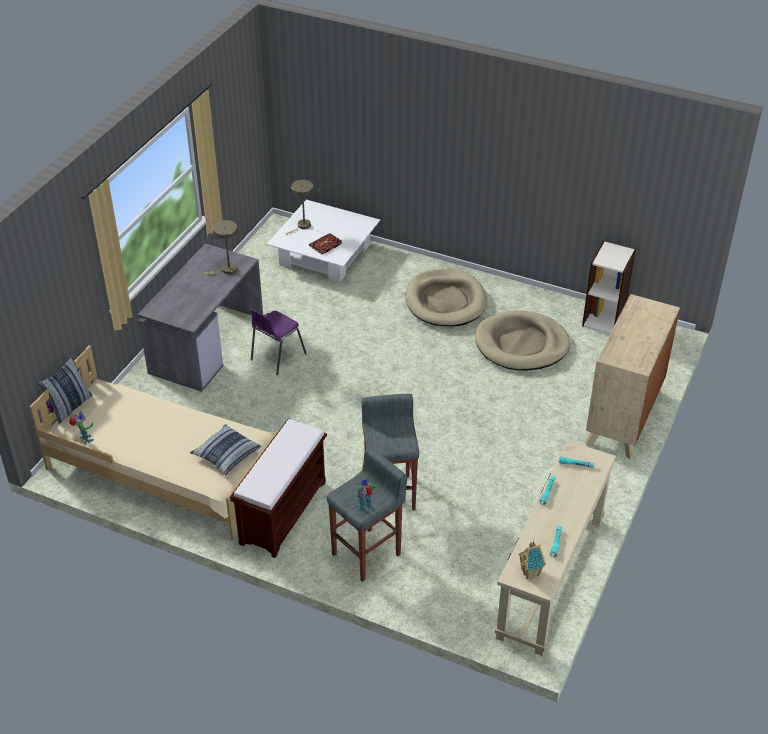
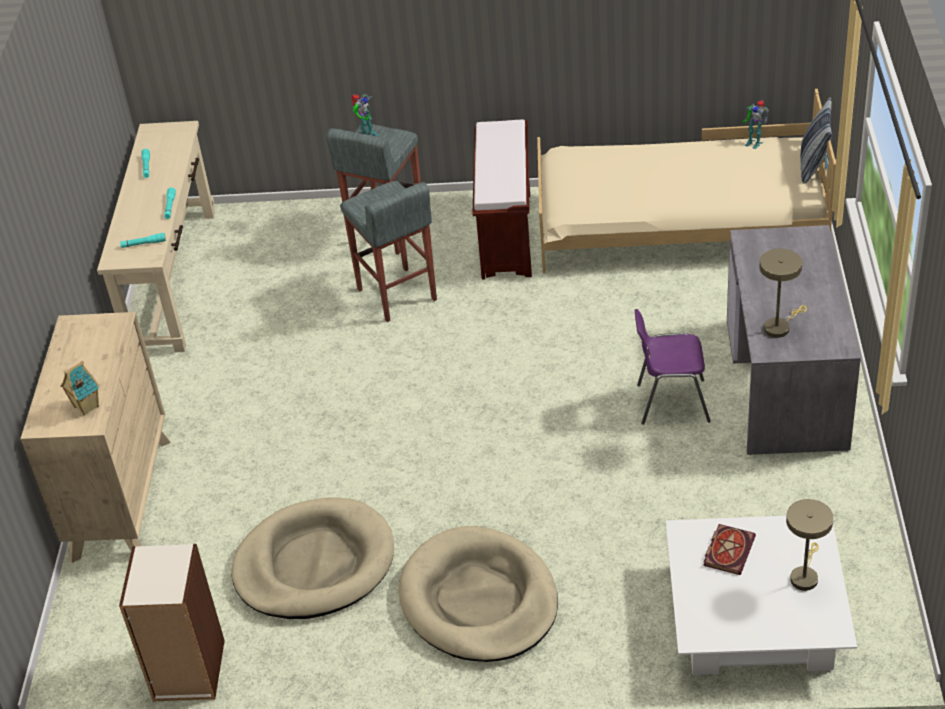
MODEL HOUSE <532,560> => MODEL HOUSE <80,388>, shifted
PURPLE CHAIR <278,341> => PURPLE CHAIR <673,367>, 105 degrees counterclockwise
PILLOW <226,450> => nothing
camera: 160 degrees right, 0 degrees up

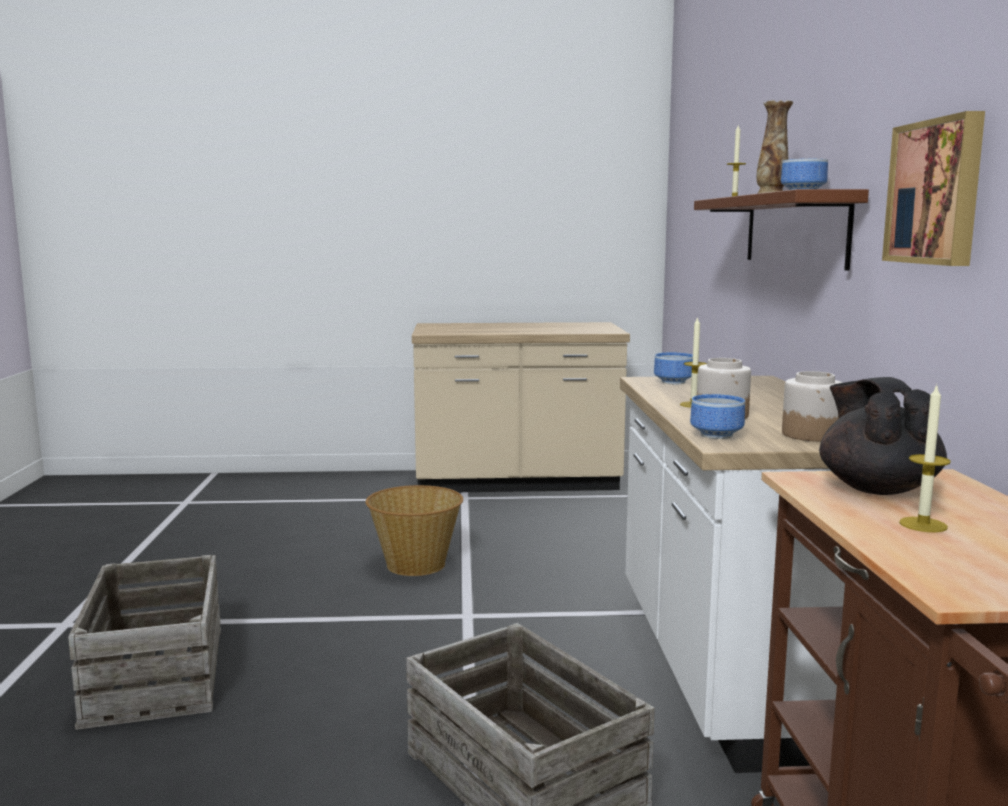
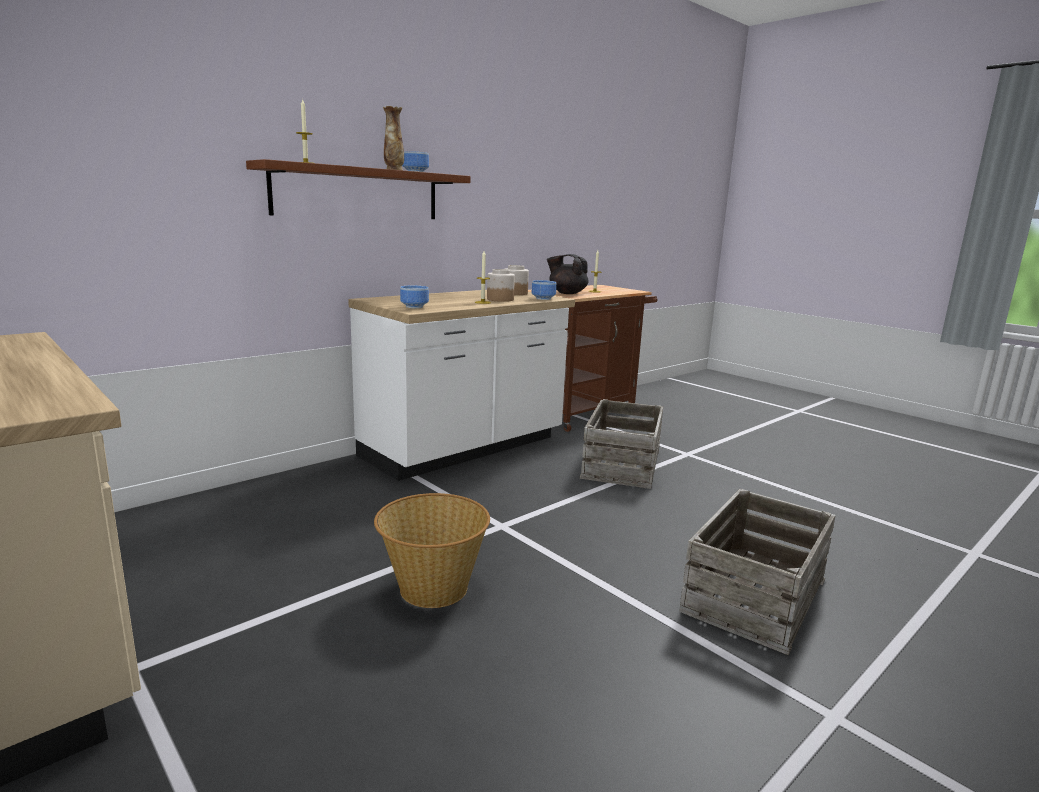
BLACKISH POT FOR TEA <883,436> => BLACKISH POT FOR TEA <568,274>, 75 degrees clockwise
WALL ART <933,188> => nothing
camera: 130 degrees left, 5 degrees up

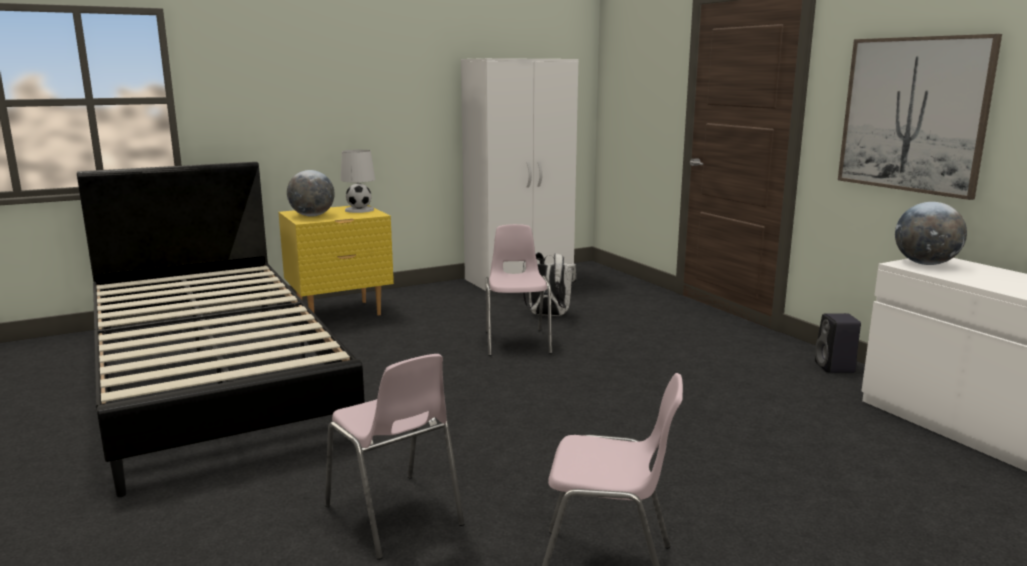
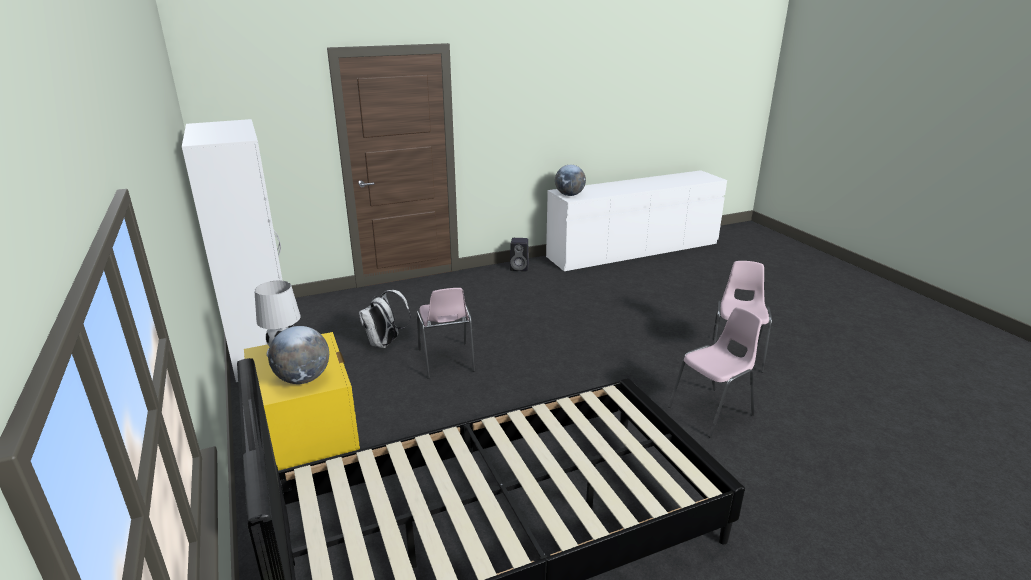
PINK CHAIR <519,290> => PINK CHAIR <446,333>, 105 degrees counterclockwise
WALL ART <920,117> => nothing
camera: 85 degrees left, 10 degrees up

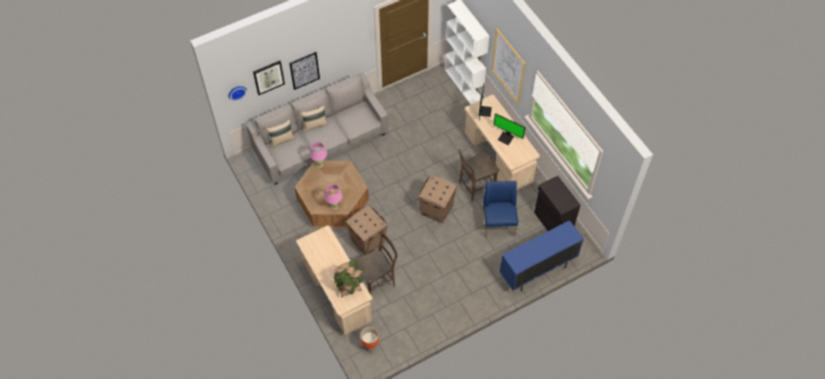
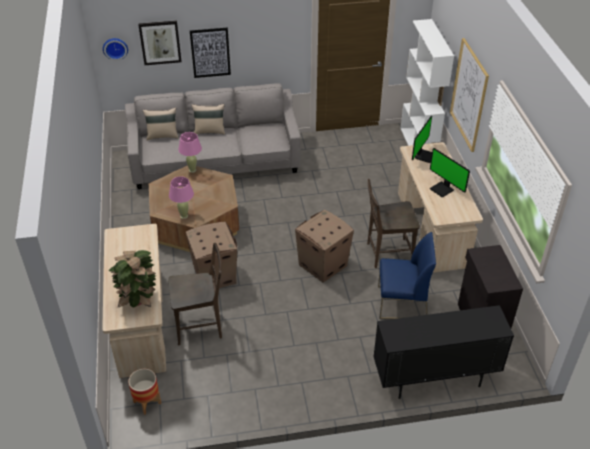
BLUISH CUPBOARD <541,256> => BLACKISH CUPBOARD <443,352>
BLUISH CHAIR <500,209> => BLUISH CHAIR <407,276>, 75 degrees clockwise
camera: 20 degrees right, 15 degrees down

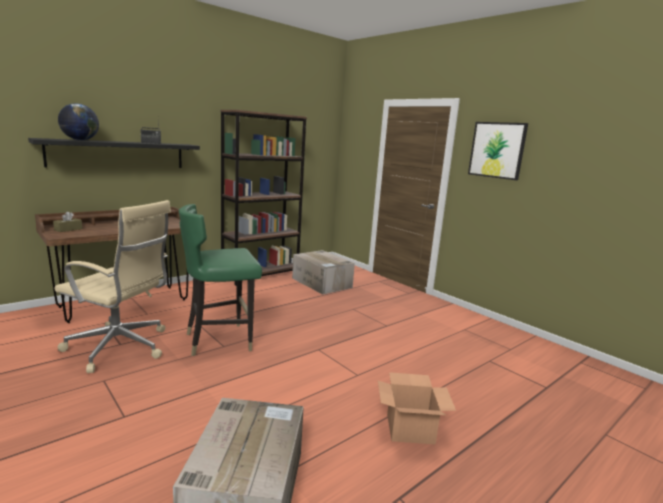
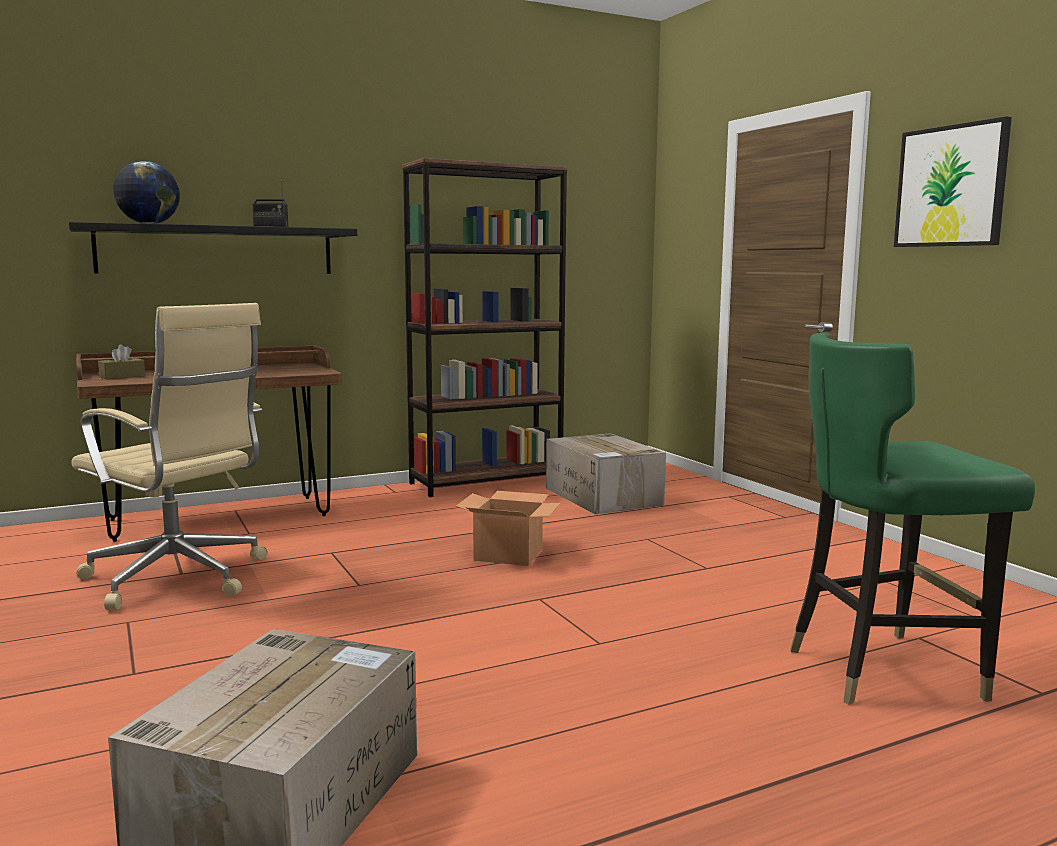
PACKING BOX <417,408> => PACKING BOX <508,528>, shifted
GREEN-COLOURED CHAIR <220,280> => GREEN-COLOURED CHAIR <912,518>, shifted
camera: 15 degrees right, 5 degrees down

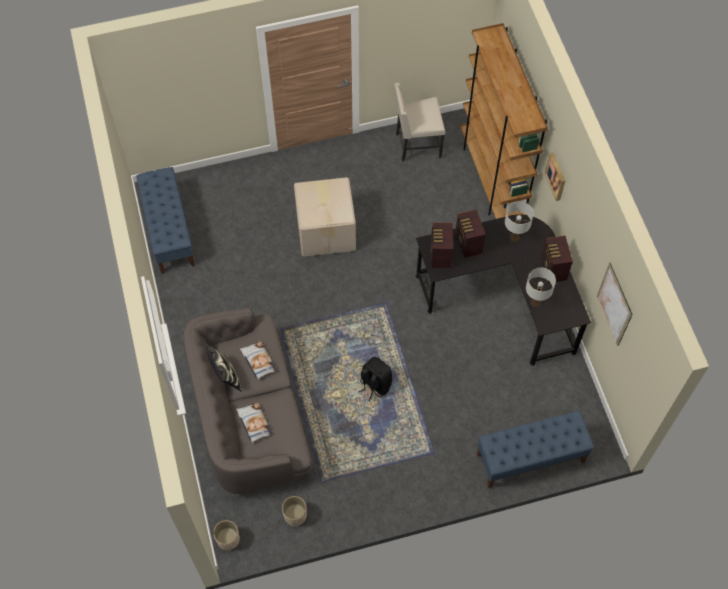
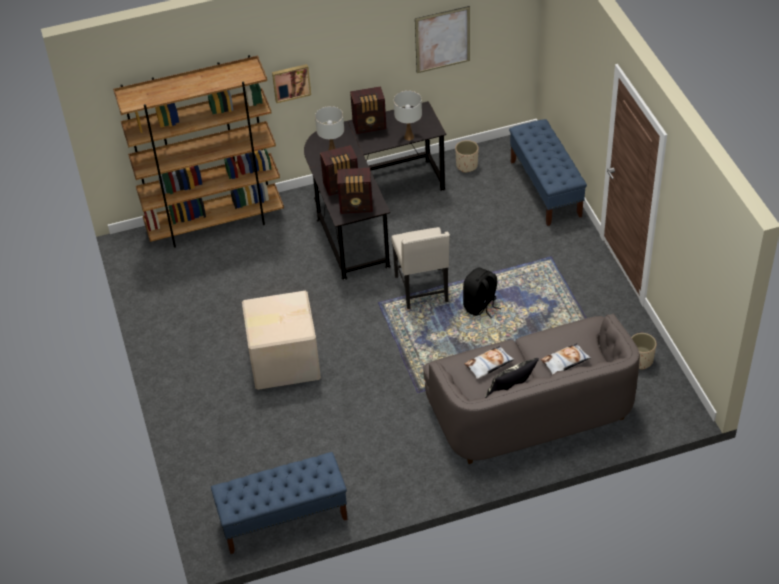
BEIGE-COLOURED CHAIR <419,122> => BEIGE-COLOURED CHAIR <420,268>, shifted
BEIGE-COLOURED PLANT POT <226,535> => BEIGE-COLOURED PLANT POT <467,156>, shifted
camera: 90 degrees left, 15 degrees down

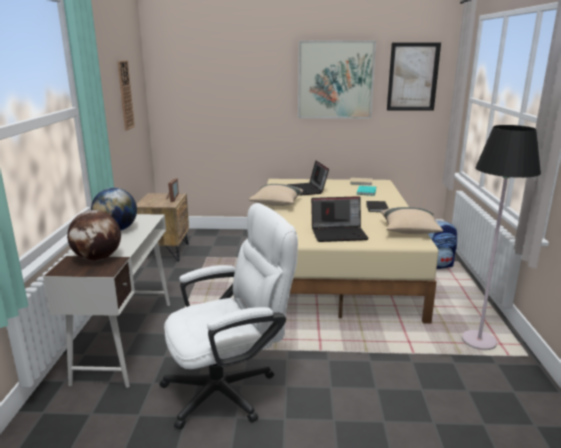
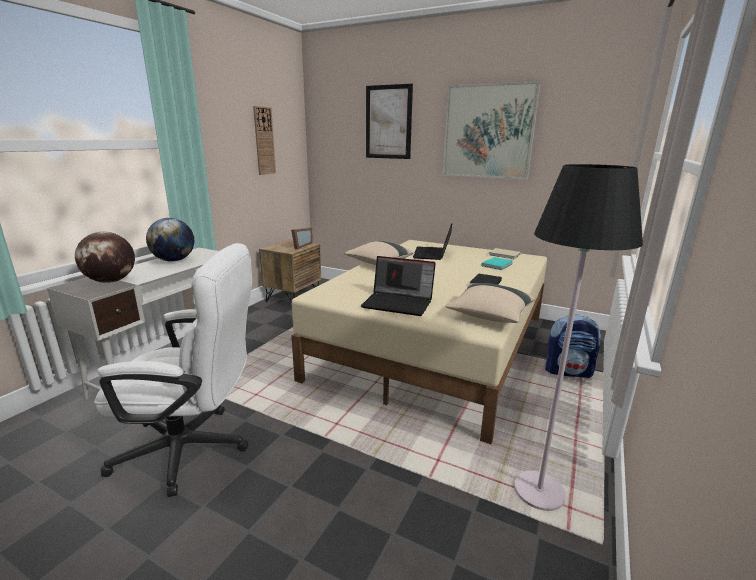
WALL ART <414,76> => WALL ART <389,121>, shifted
camera: 25 degrees right, 0 degrees up

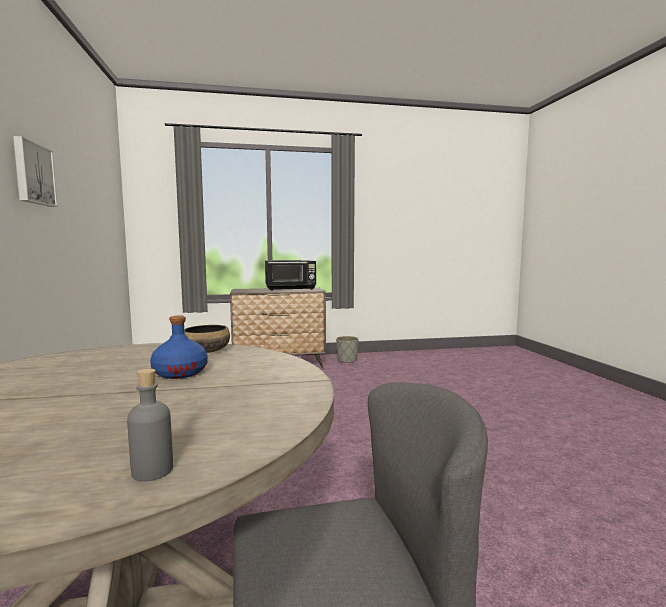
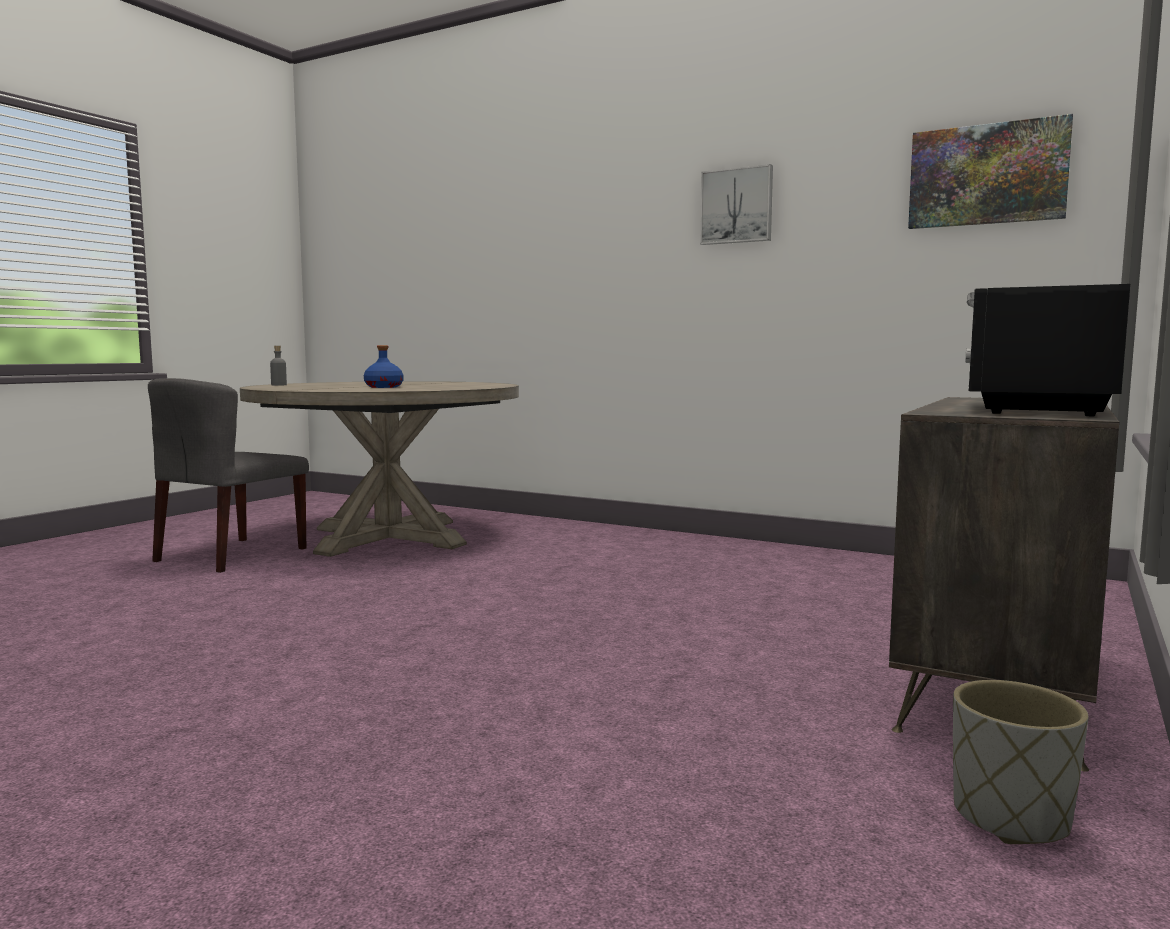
nothing => WALL ART <990,171>
BOWL <207,339> => nothing
camera: 130 degrees right, 0 degrees up

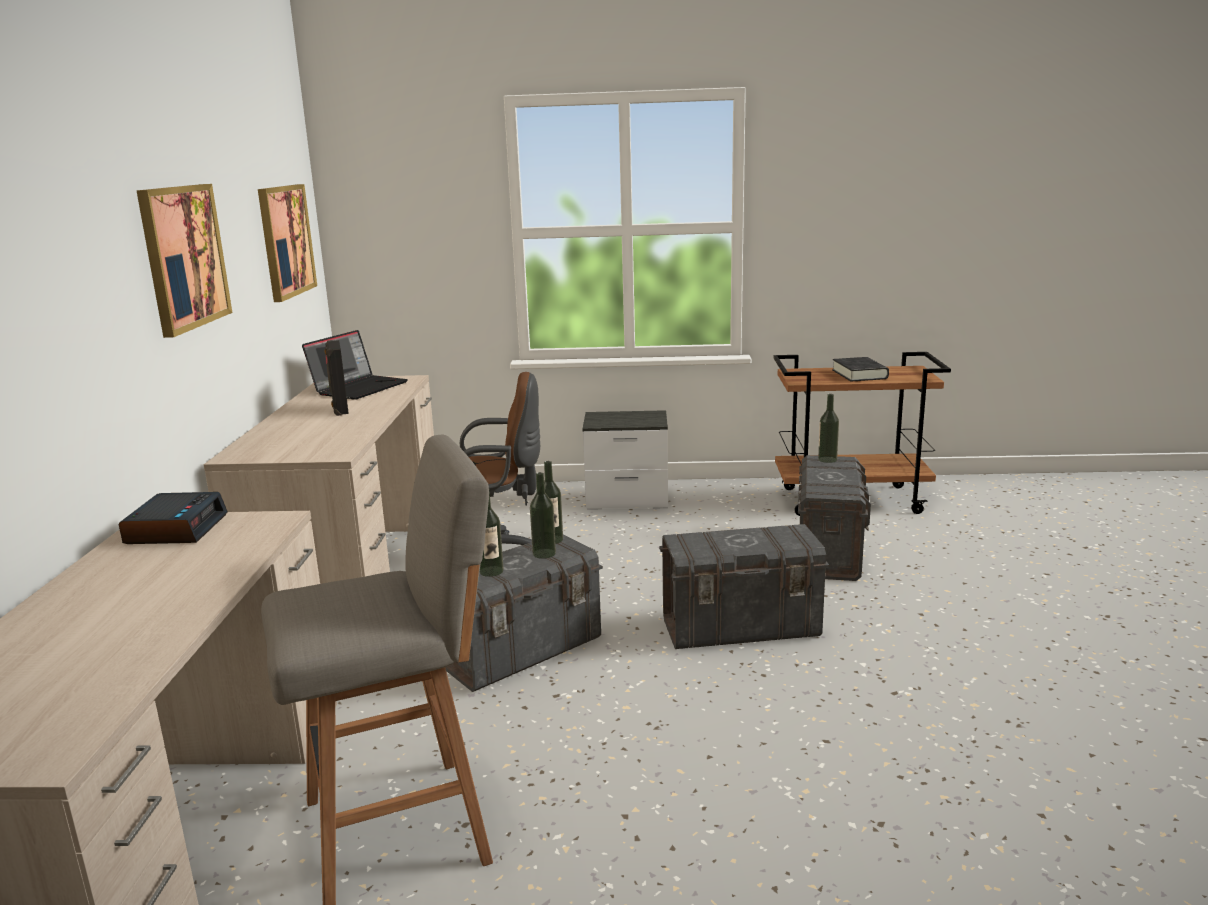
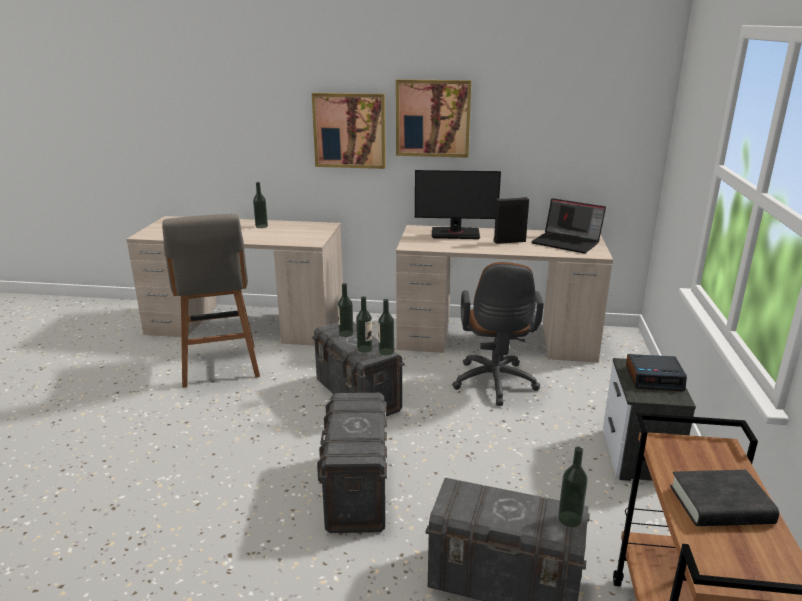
nothing => DRINK BOTTLE <260,205>
WALL ART <287,243> => WALL ART <349,131>, shifted
nothing => MONITOR <458,204>
BEDSIDE CLOCK <173,518> => BEDSIDE CLOCK <656,372>, shifted
camera: 95 degrees right, 5 degrees up

